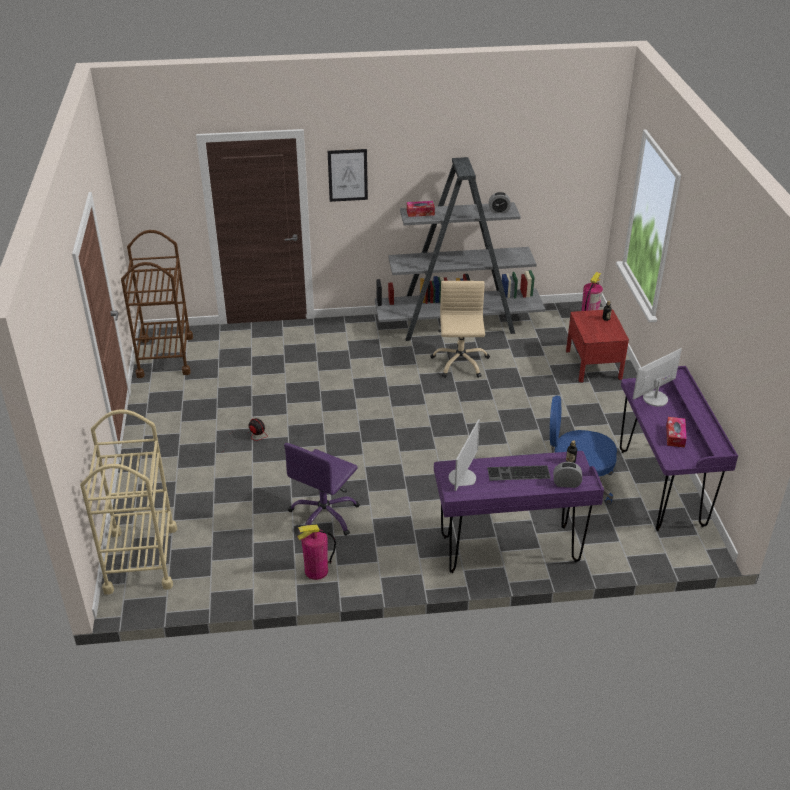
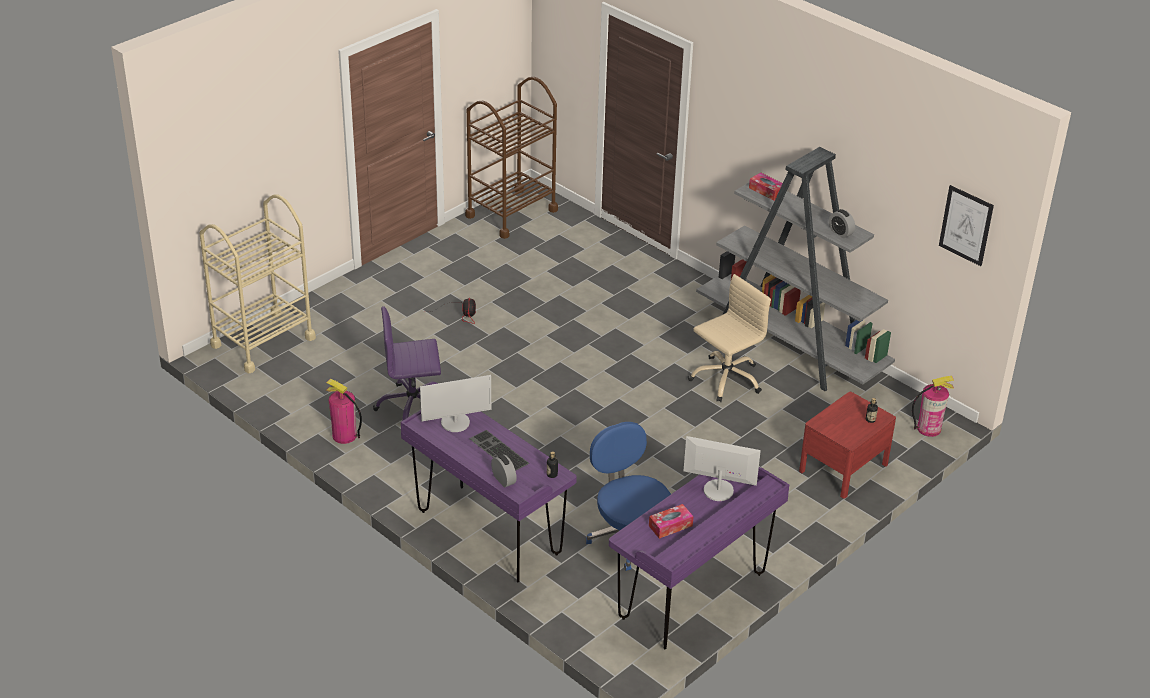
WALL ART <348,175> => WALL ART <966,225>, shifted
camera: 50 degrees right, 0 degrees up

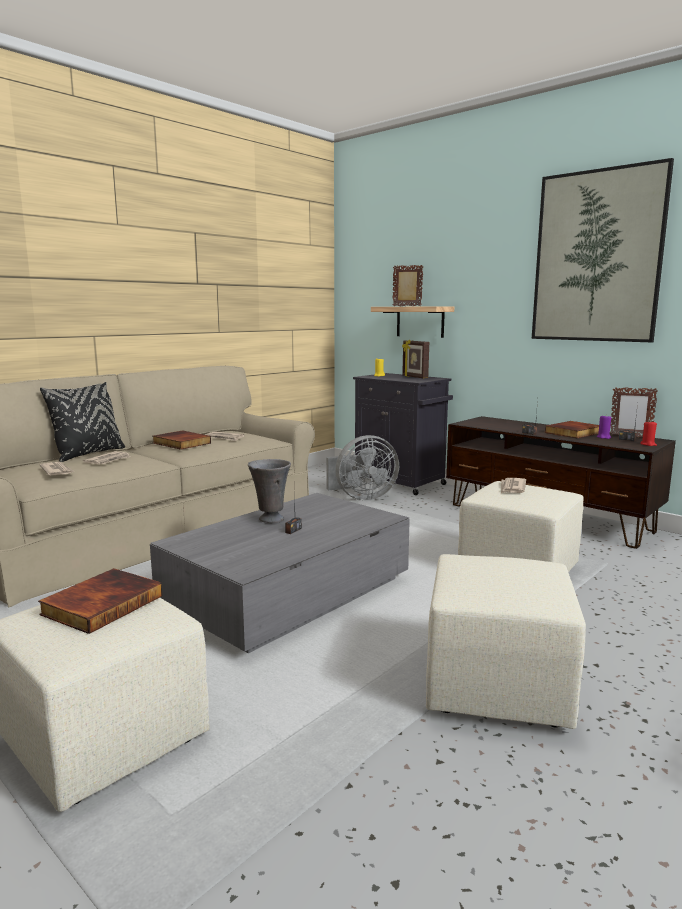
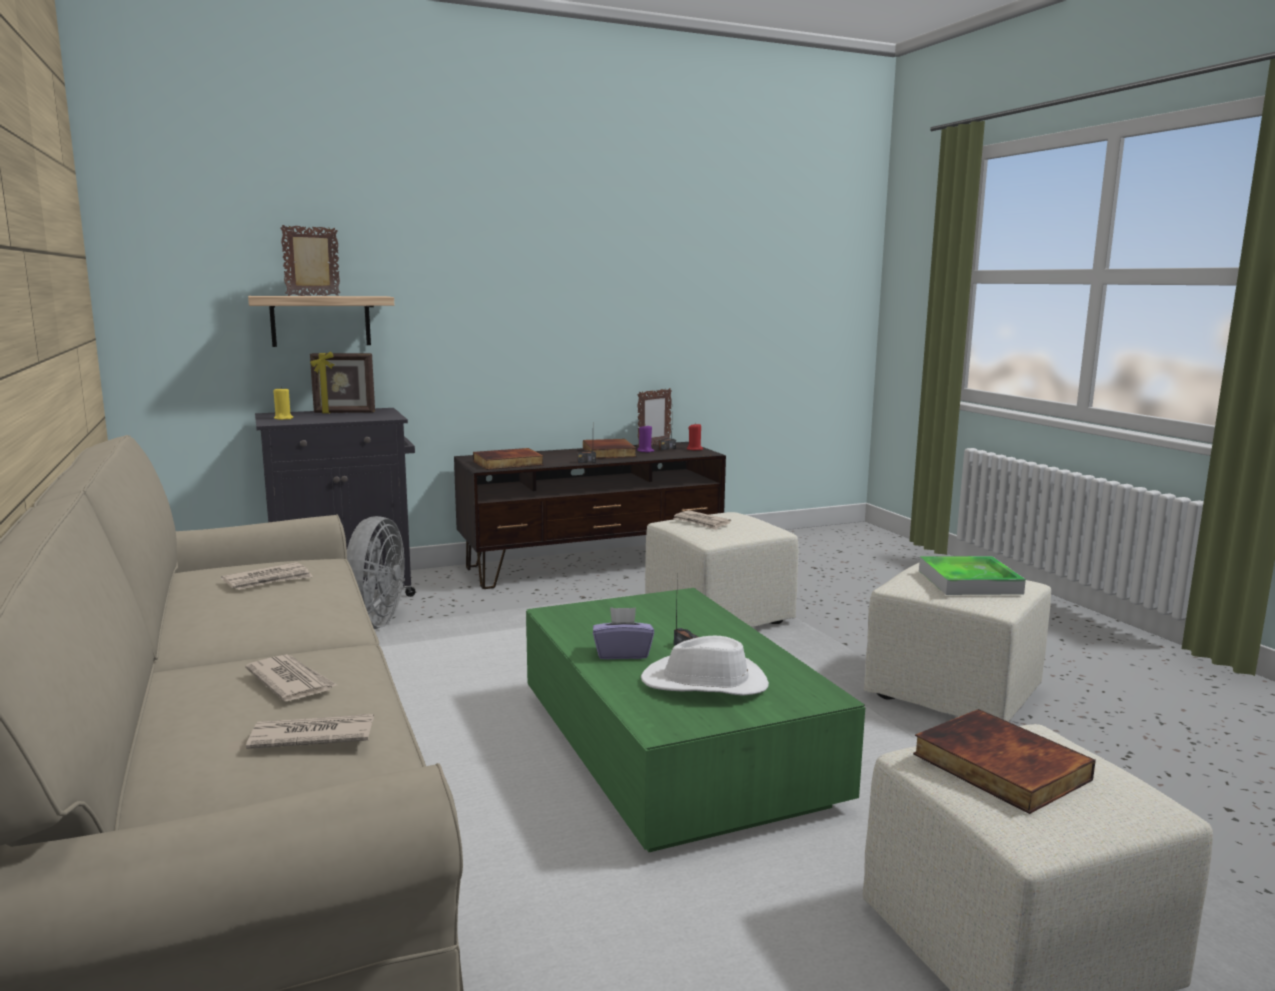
BOOK <182,440> => BOOK <508,459>, shifted
GREY LOW TABLE <280,573> => GREEN-COLOURED LOW TABLE <695,720>
GREY FLOWER VASE <269,491> => PURPLE BOX OF TISSUES <623,633>
nothing => WHITE-COLOURED HAT <705,666>
nothing => SERVING TRAY <972,575>
BLACKISH PILLOW <82,422> => nothing
WALL ART <603,250> => nothing
camera: 65 degrees left, 0 degrees up

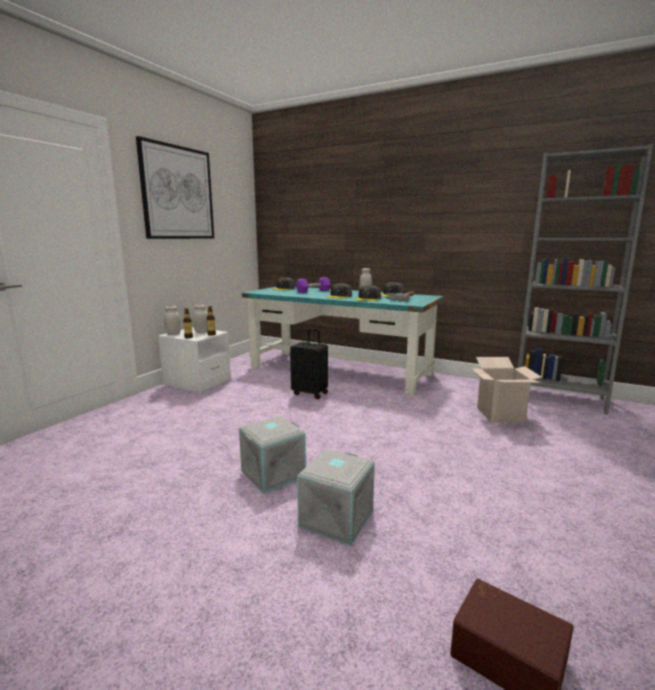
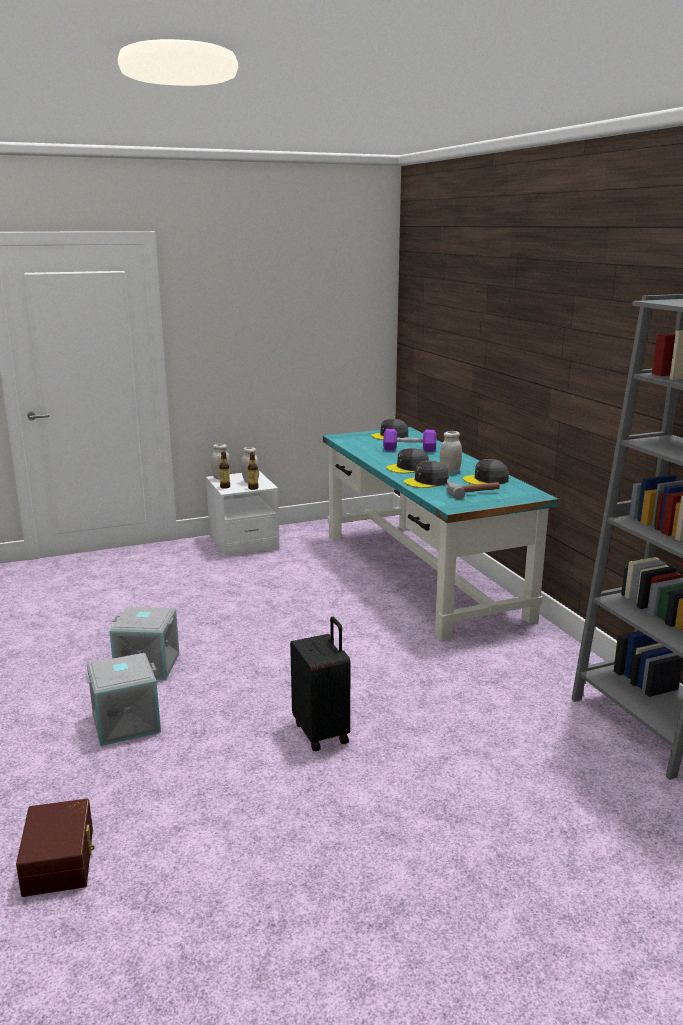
BLACKISH PIECE OF LUGGAGE <309,364> => BLACKISH PIECE OF LUGGAGE <320,684>, shifted
WALL ART <175,187> => nothing
PACKING BOX <506,390> => nothing
camera: 40 degrees right, 5 degrees up

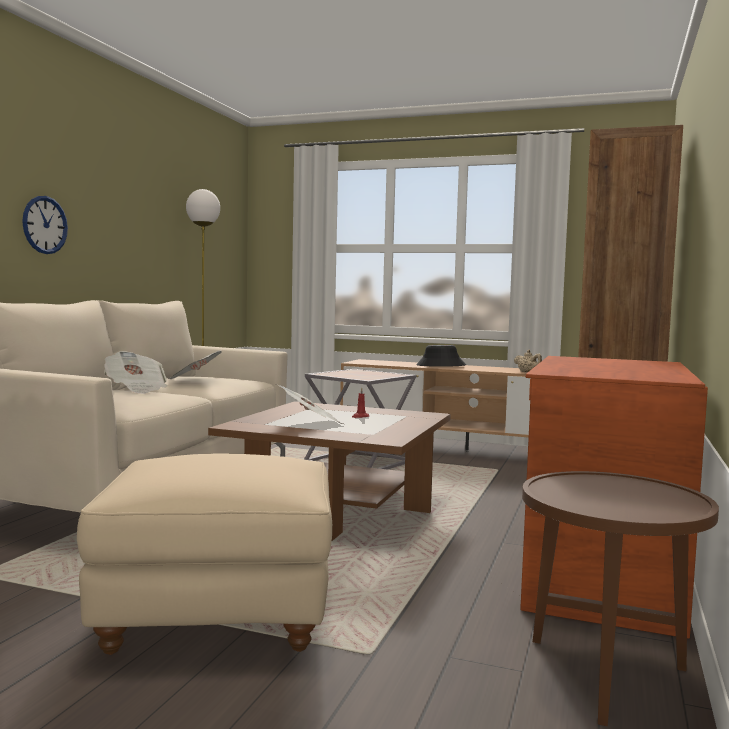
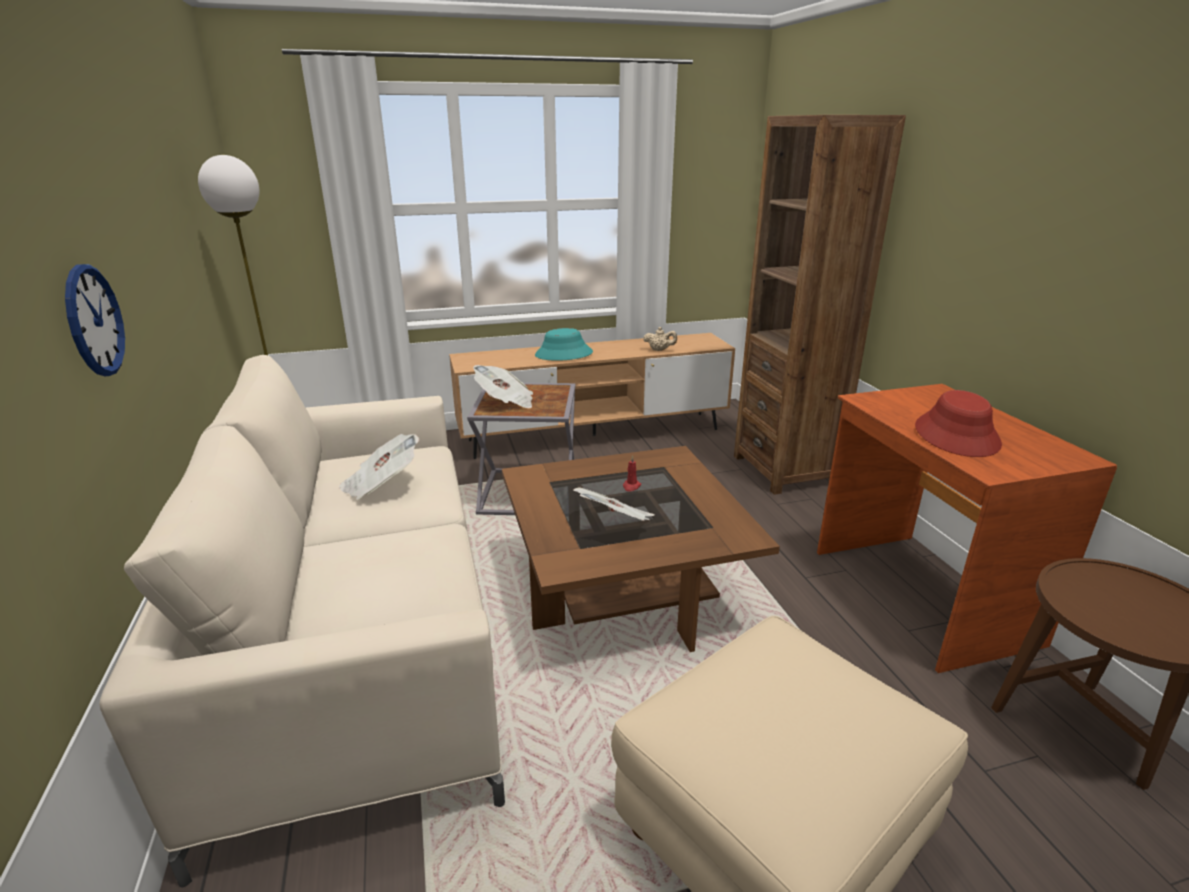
DAILY PAPER <135,372> => DAILY PAPER <503,386>, shifted
BLACKISH HAT <441,356> => BLUE-GREEN HAT <564,344>
nothing => RED HAT <958,423>
camera: 35 degrees left, 20 degrees up

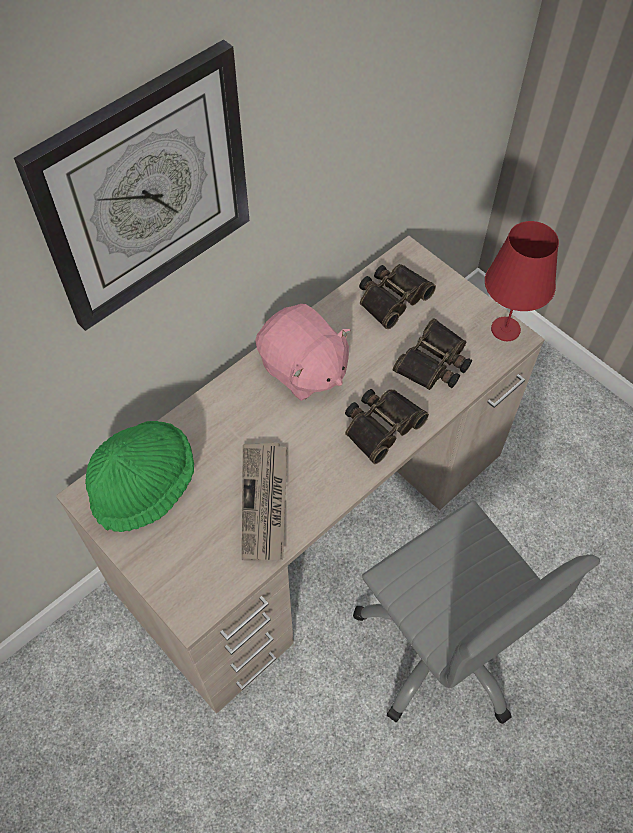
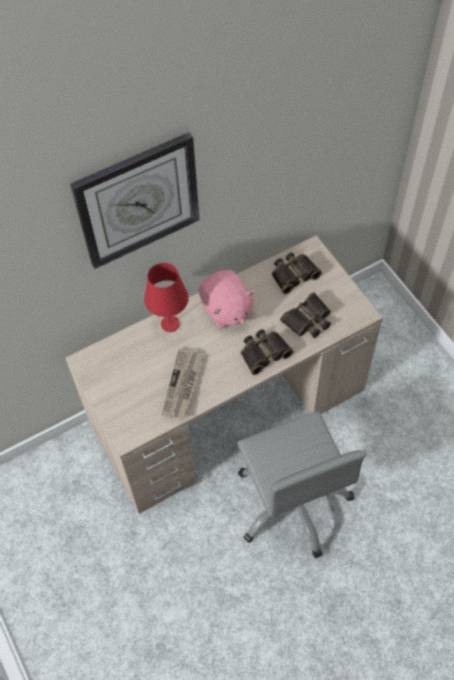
RED LAMP FOR A TABLE <522,281> => RED LAMP FOR A TABLE <166,297>, shifted
GREEN-COLOURED HAT <139,476> => nothing
camera: 15 degrees right, 0 degrees up

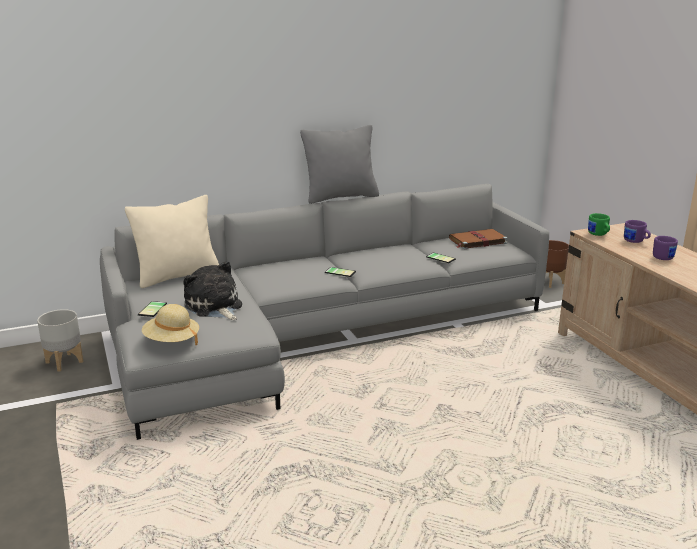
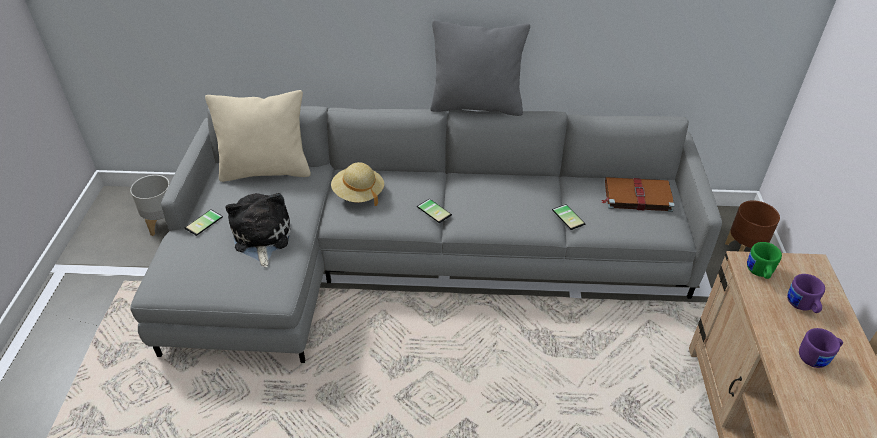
BEIGE-COLOURED HAT <170,324> => BEIGE-COLOURED HAT <357,184>, shifted
camera: 25 degrees right, 20 degrees up

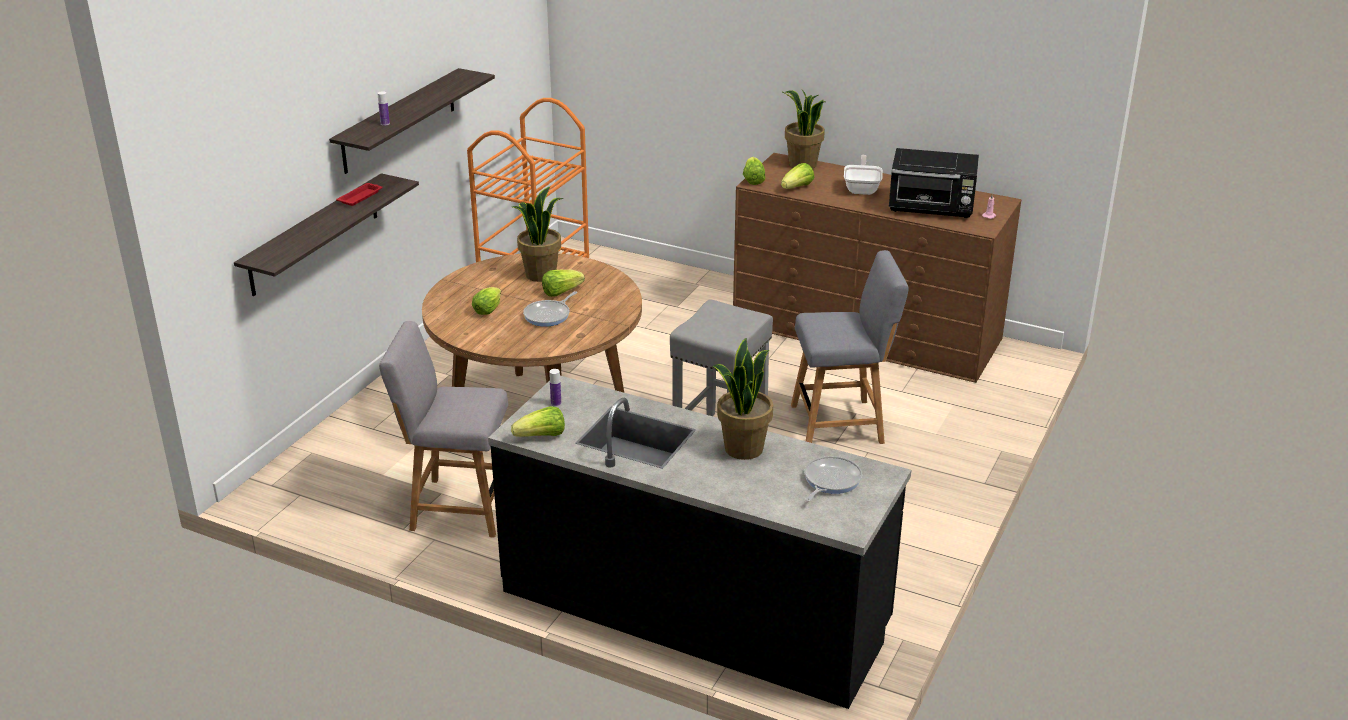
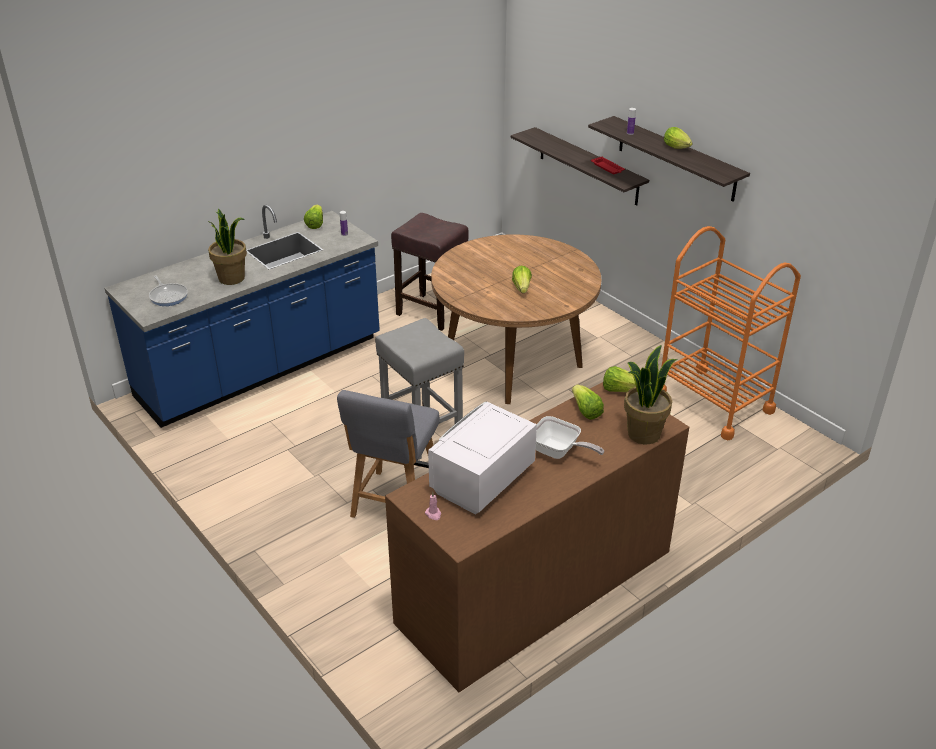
BLACKISH KITCHEN COUNTER <699,542> => BLUISH KITCHEN COUNTER <242,316>
GREY CHAIR <443,429> => BROWN STOOL SEAT <429,272>
BLACKISH MICROWAVE <934,183> => WHITE-COLOURED MICROWAVE <482,458>
HEAD OF LETTUCE <486,301> => HEAD OF LETTUCE <678,138>, shifted
HOUSEPLANT <538,234> => nothing
PAN <550,309> => nothing
camera: 115 degrees right, 5 degrees up

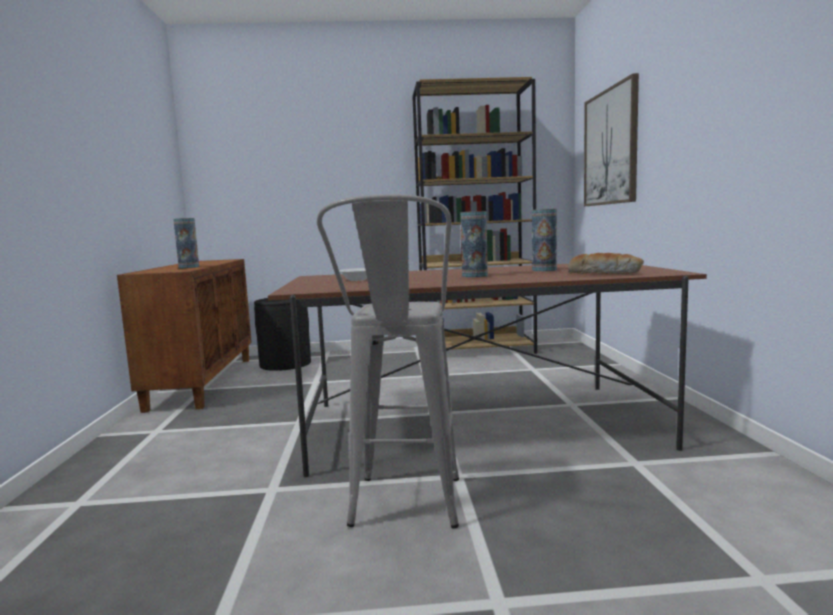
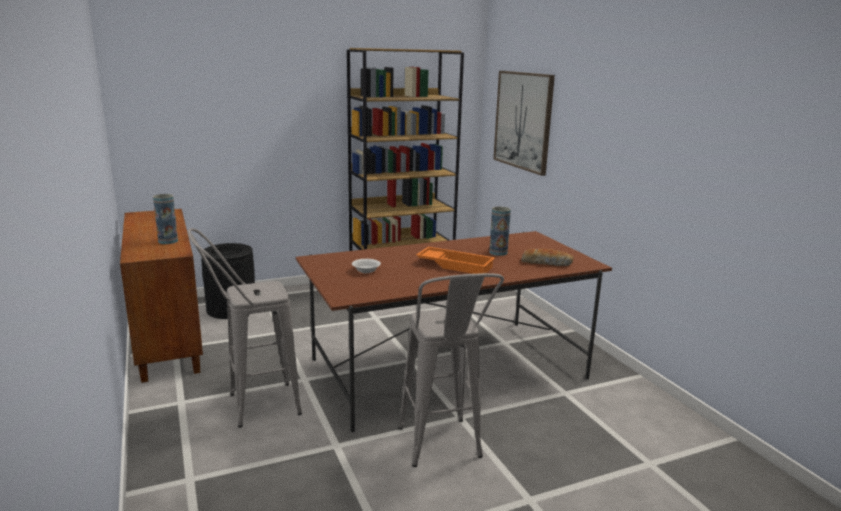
nothing => GREY STOOL SEAT <245,327>
FLOWER VASE <474,244> => ORANGE SERVING TRAY <455,260>
camera: 20 degrees left, 10 degrees up

